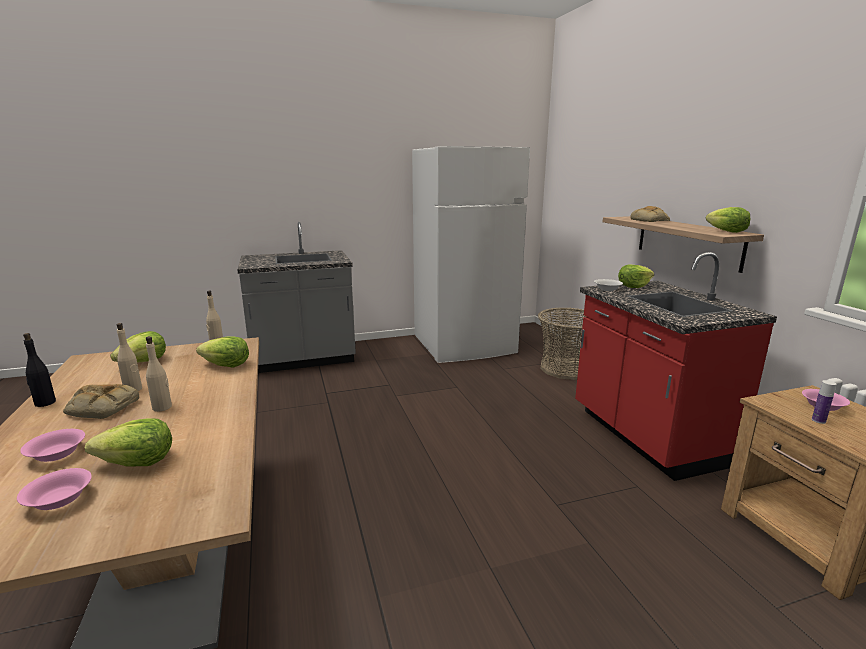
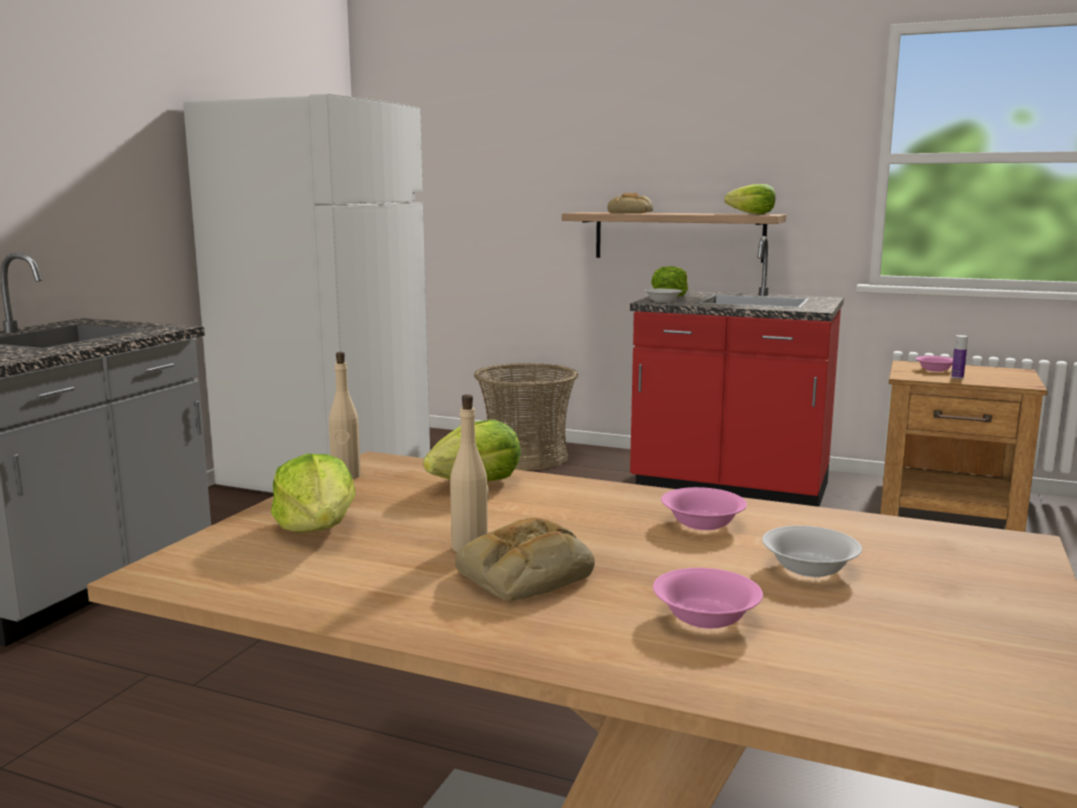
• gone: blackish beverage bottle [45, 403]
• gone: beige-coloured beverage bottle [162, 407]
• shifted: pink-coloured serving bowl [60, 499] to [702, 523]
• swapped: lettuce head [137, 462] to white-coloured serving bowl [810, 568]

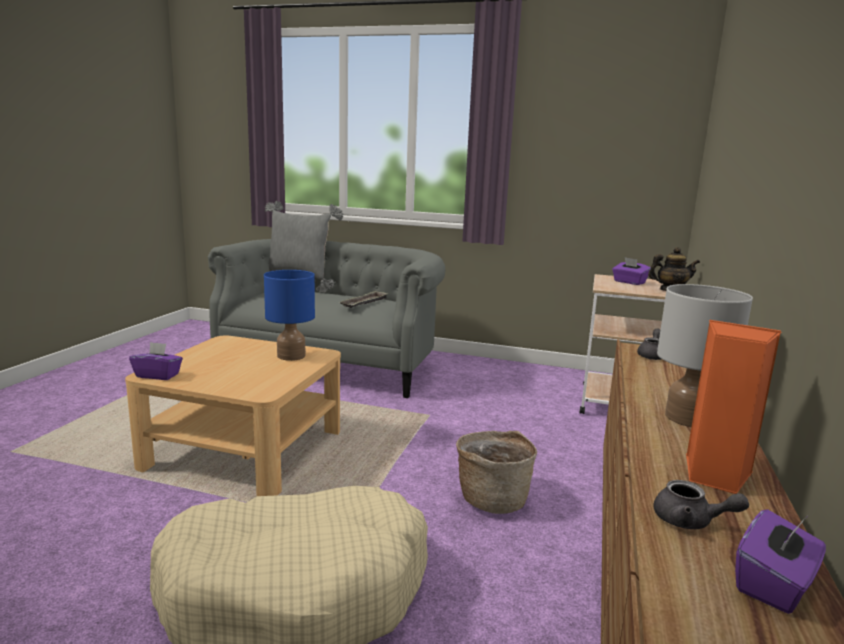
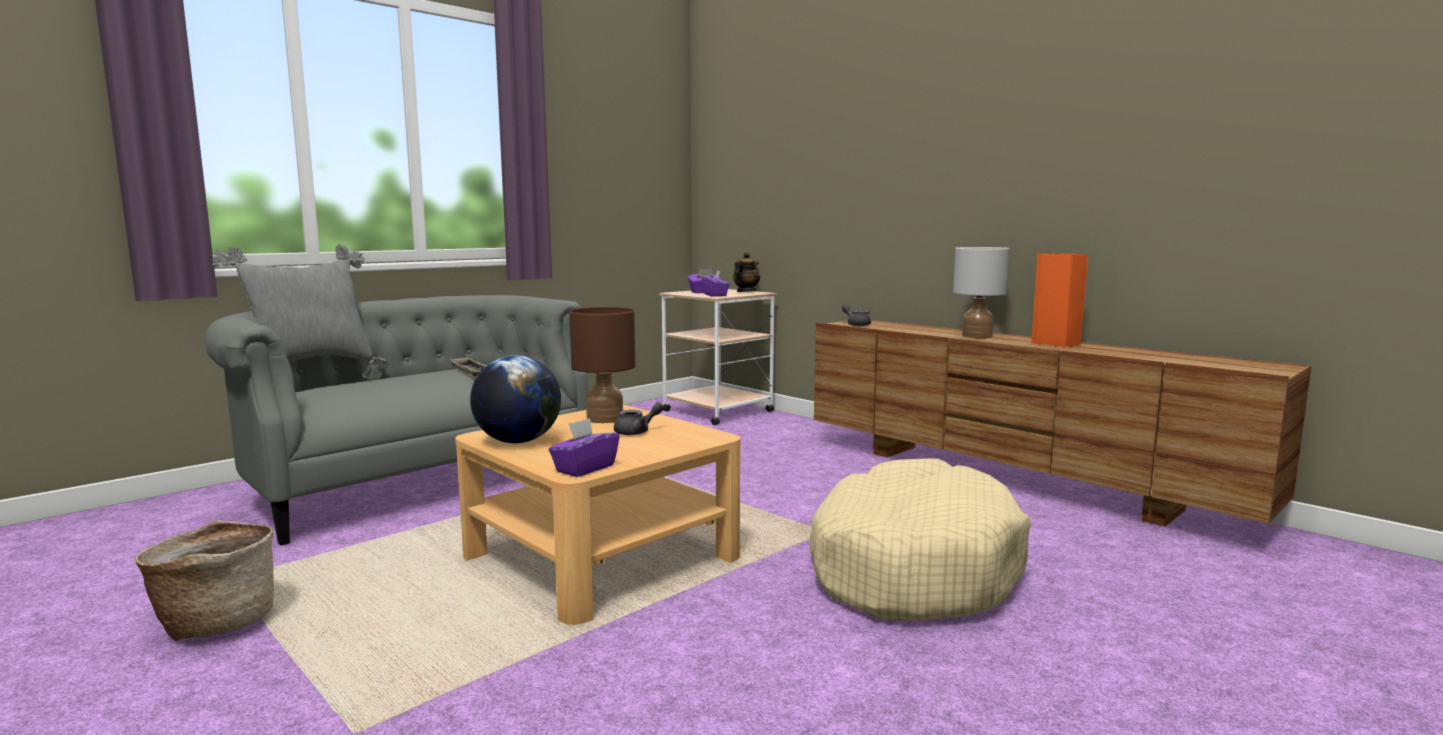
• new: globe [518, 441]
• shifted: storage basket [492, 499] to [216, 623]
• shifted: gray pot for tea [690, 521] to [637, 432]
• shifted: purple-coloured box of tissues [774, 585] to [715, 295]
• repainted: blue tabletop lamp [291, 356] to brownish tabletop lamp [605, 419]

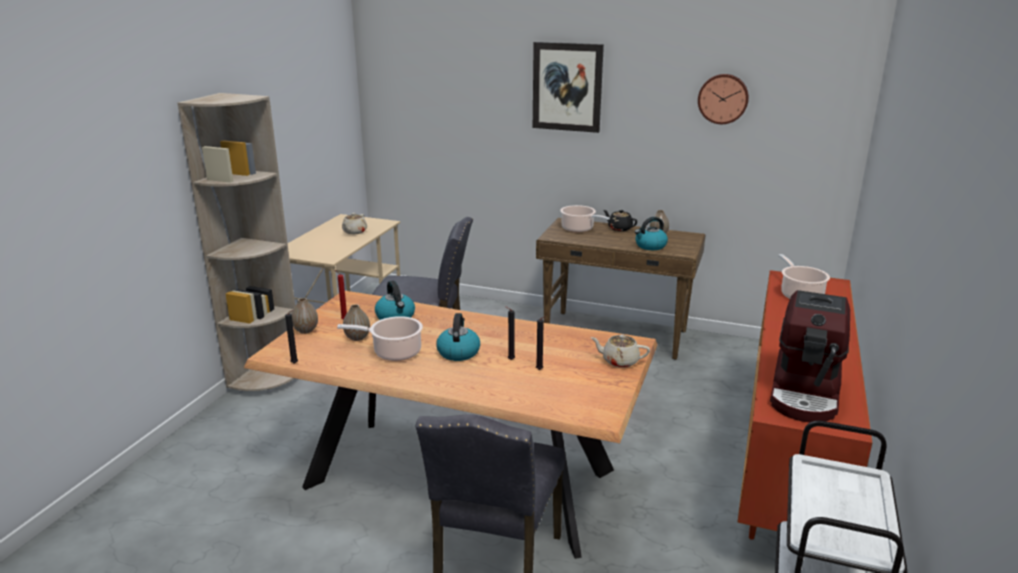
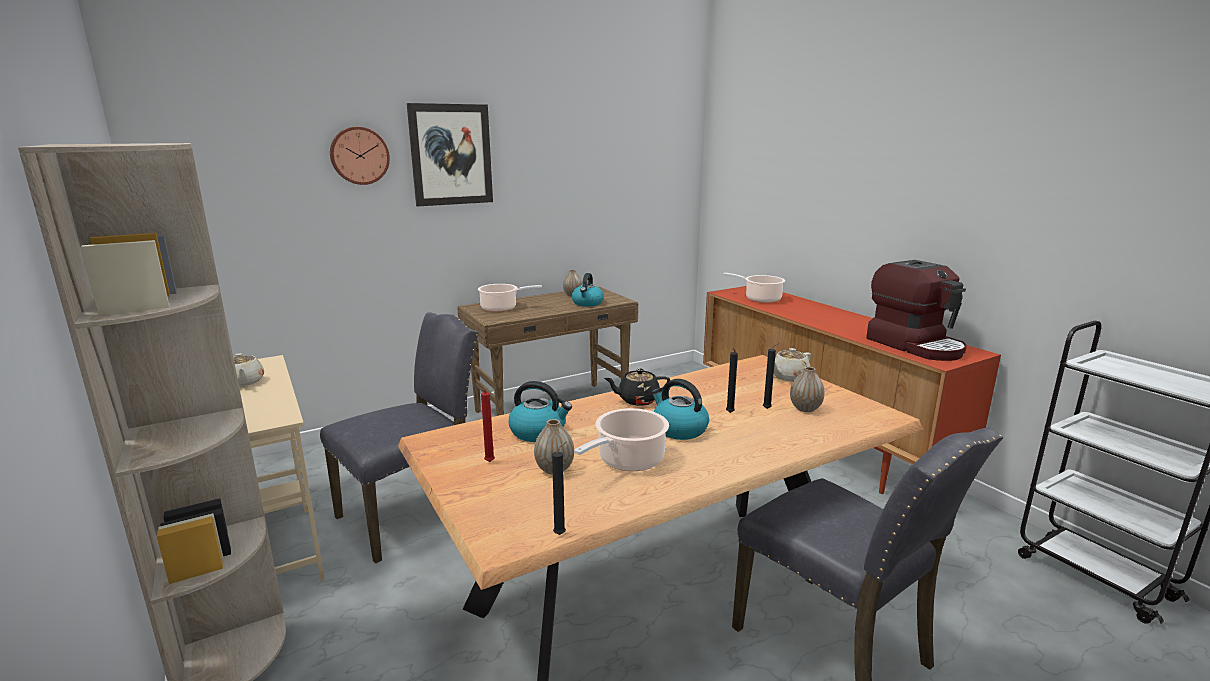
• shifted: decorative vase [306, 330] to [805, 409]
• shifted: blackish pot for tea [619, 228] to [637, 400]
• shifted: wall clock [723, 98] to [359, 155]

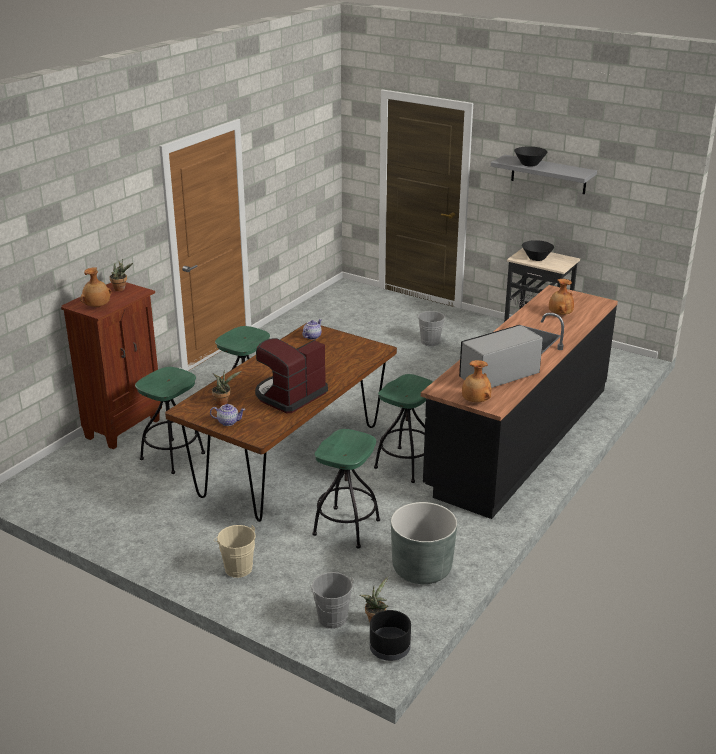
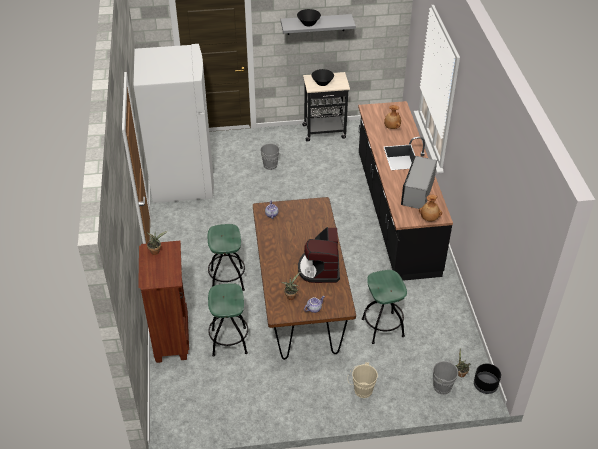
• gone: brownish decorative vase [97, 306]
• gone: greenish stool seat [405, 464]
• gone: gray flower pot [422, 568]
• new: white-coloured fridge [183, 181]

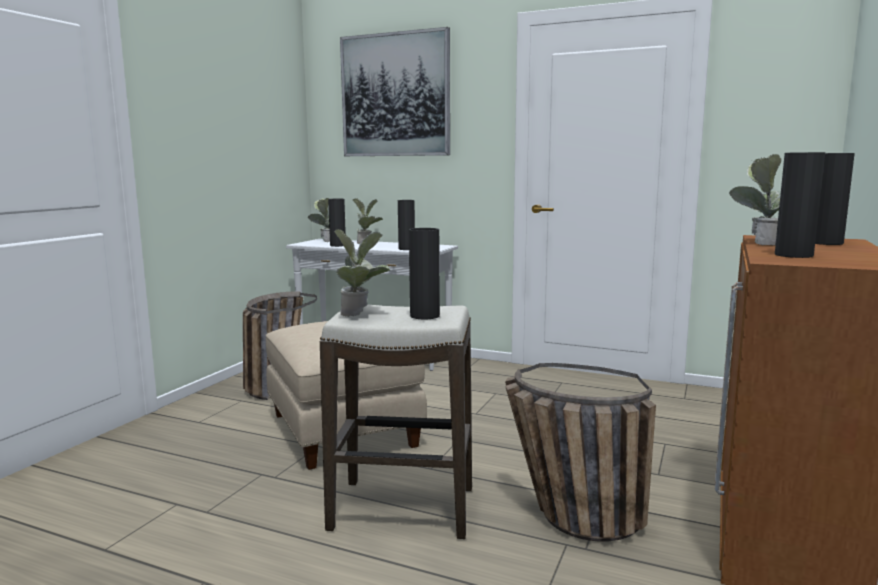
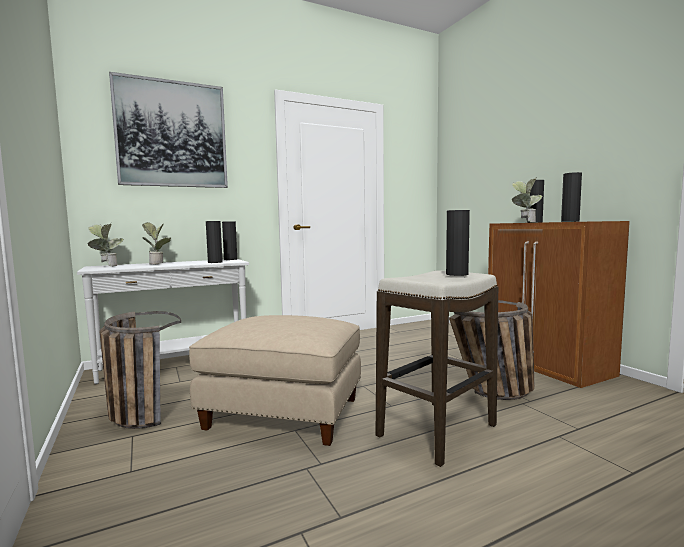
• gone: potted plant [361, 314]
• shifted: blackish decorative vase [338, 245] to [230, 259]

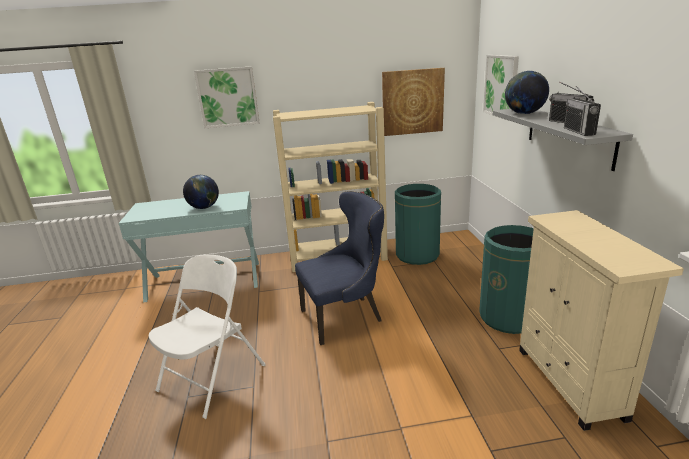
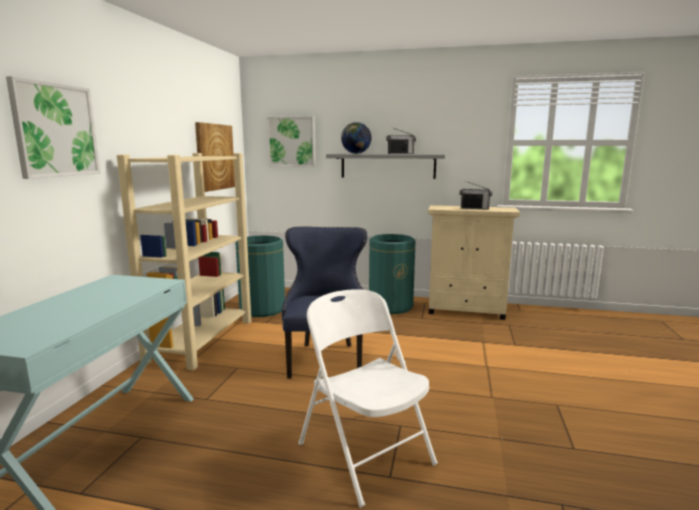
• gone: globe [204, 208]
• shifted: radio set [579, 131] to [474, 208]

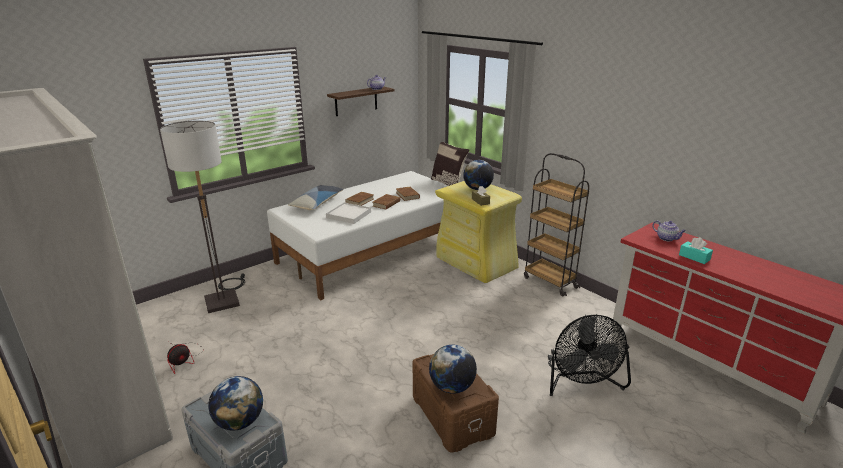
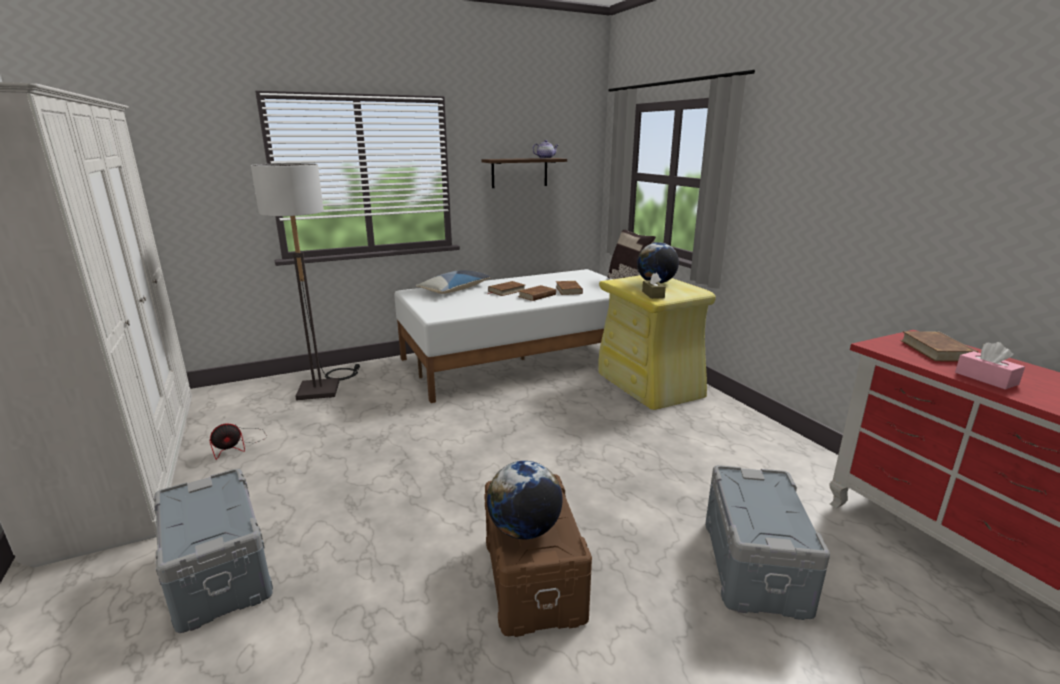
• gone: globe [240, 422]
• gone: white-coloured serving tray [348, 215]
• gone: brownish wheeled cart [550, 282]
• swapped: blackish cooling fan [578, 382] to gray storage box [755, 565]
• swapped: pot for tea [667, 238] to brownish book [936, 350]
• repainted: turquoise box of tissues [694, 257] to pink-coloured box of tissues [986, 378]

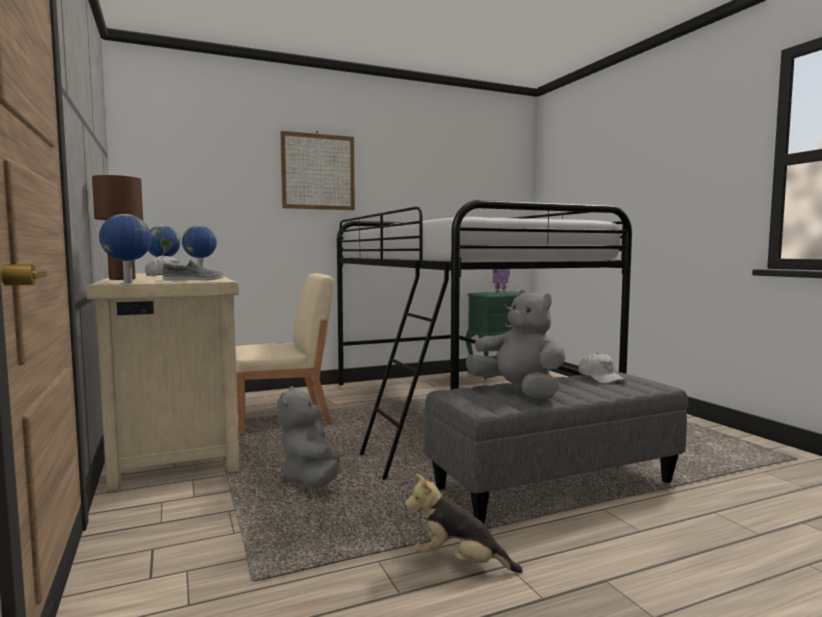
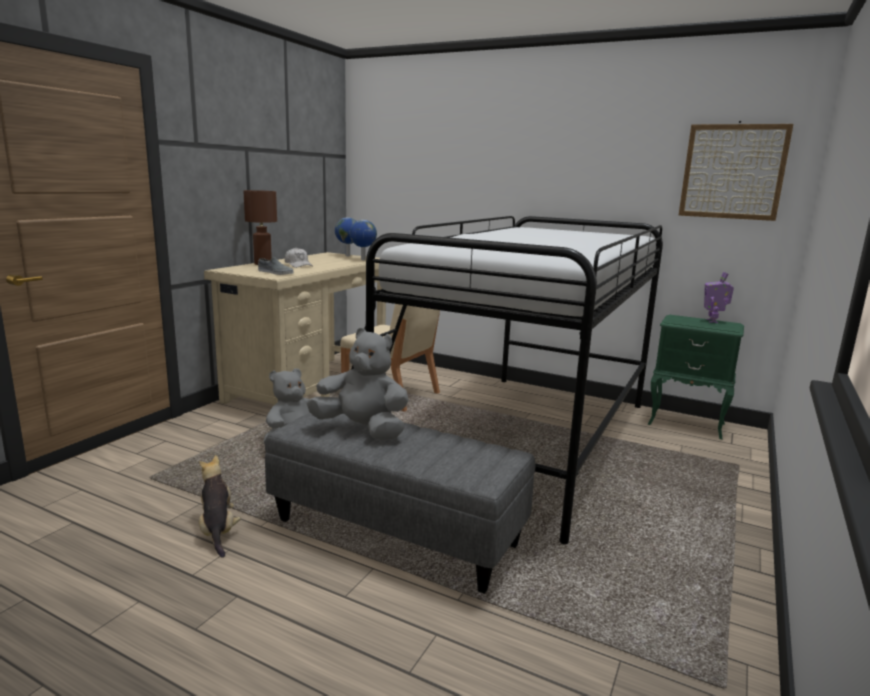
• gone: globe [128, 282]
• gone: white-coloured cap [601, 378]
• shifted: wall art [318, 170] to [733, 170]
• rotated: gray plush toy [518, 392] = [362, 430] 75 degrees counterclockwise

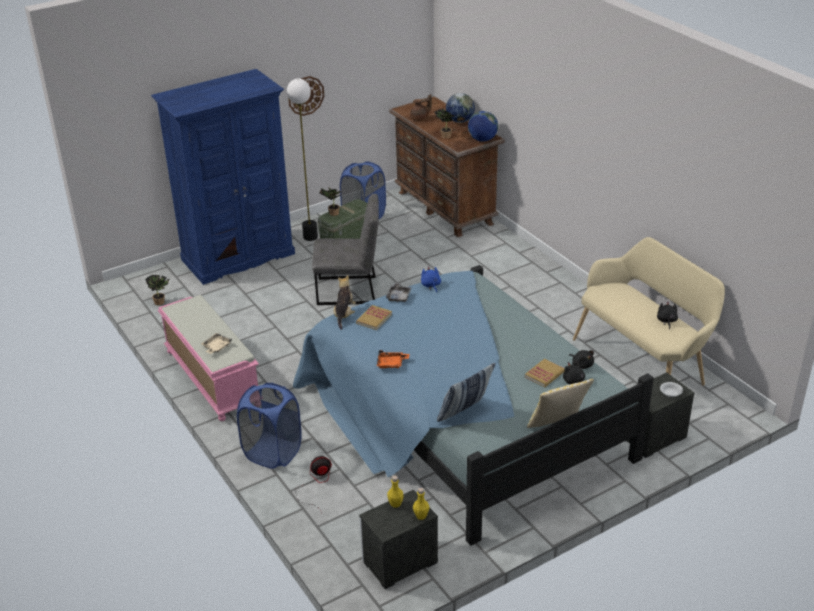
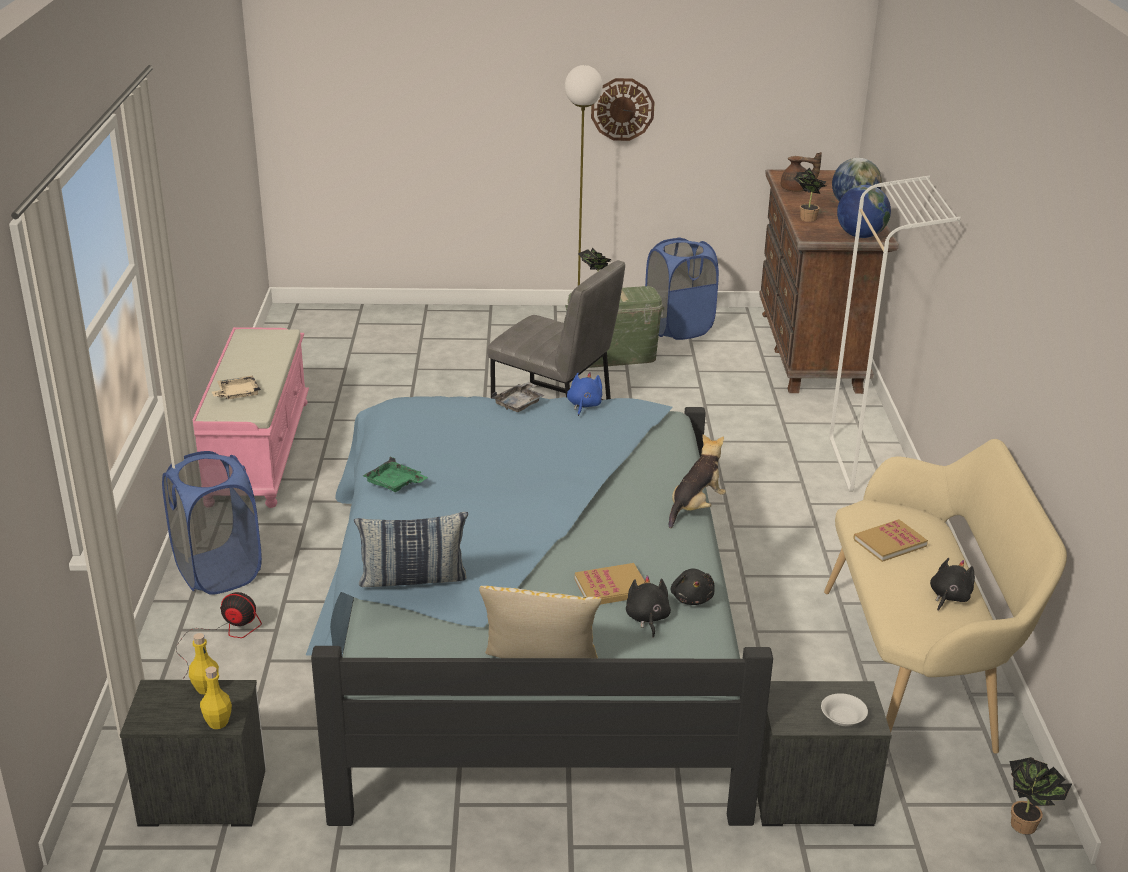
• gone: blue clothes cupboard [238, 257]
• new: white-coloured garment stand [869, 465]
• shifted: potted plant [161, 302] to [1027, 826]
• shifted: plush toy [344, 315] to [695, 507]
• shifted: book [374, 319] to [889, 543]
• repainted: orangey serving tray [391, 364] to greenish serving tray [395, 483]

